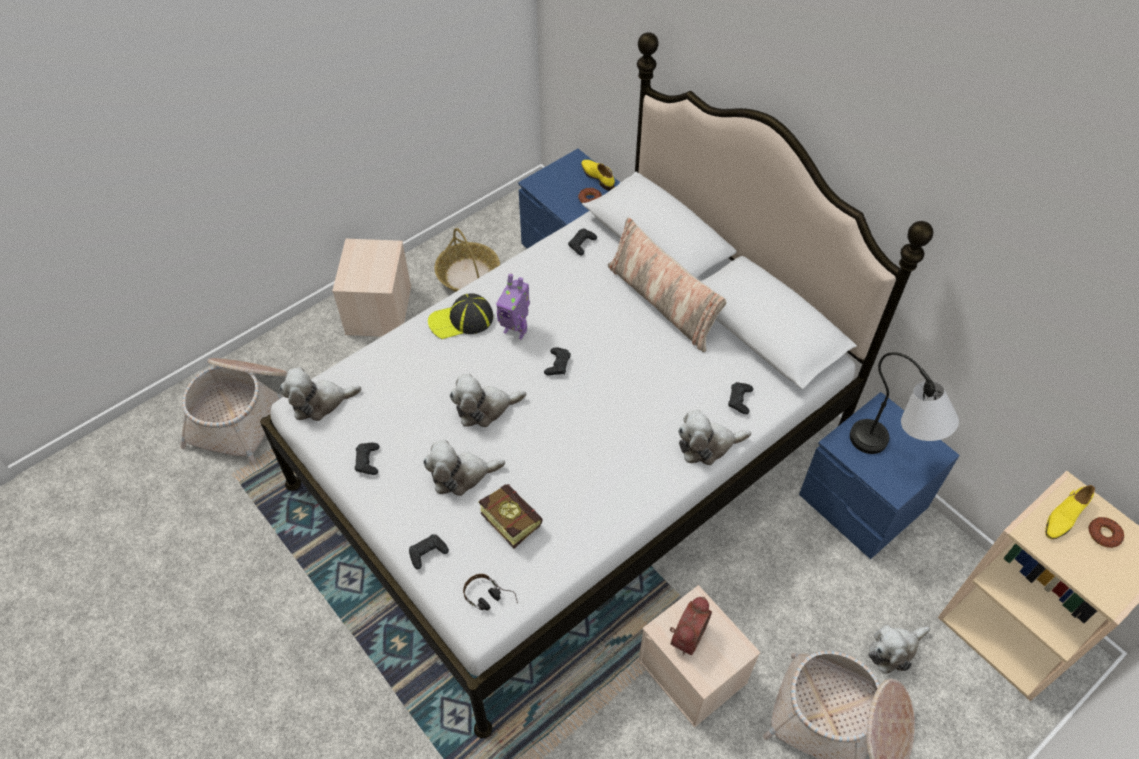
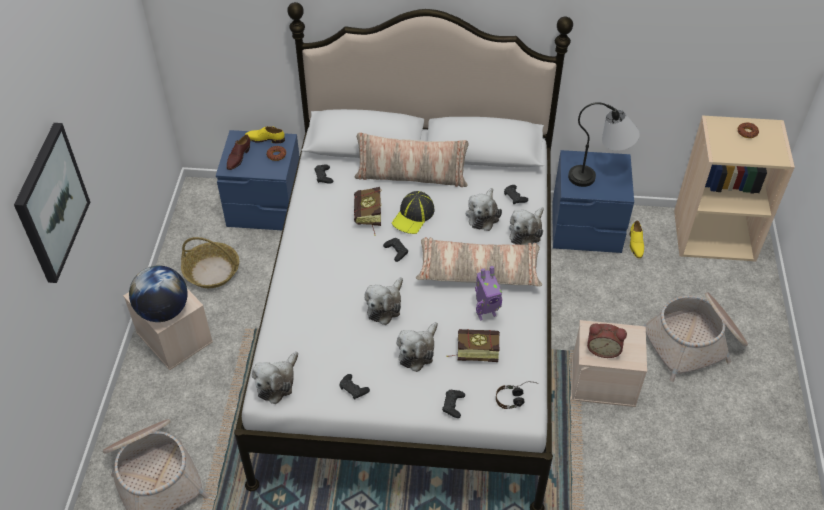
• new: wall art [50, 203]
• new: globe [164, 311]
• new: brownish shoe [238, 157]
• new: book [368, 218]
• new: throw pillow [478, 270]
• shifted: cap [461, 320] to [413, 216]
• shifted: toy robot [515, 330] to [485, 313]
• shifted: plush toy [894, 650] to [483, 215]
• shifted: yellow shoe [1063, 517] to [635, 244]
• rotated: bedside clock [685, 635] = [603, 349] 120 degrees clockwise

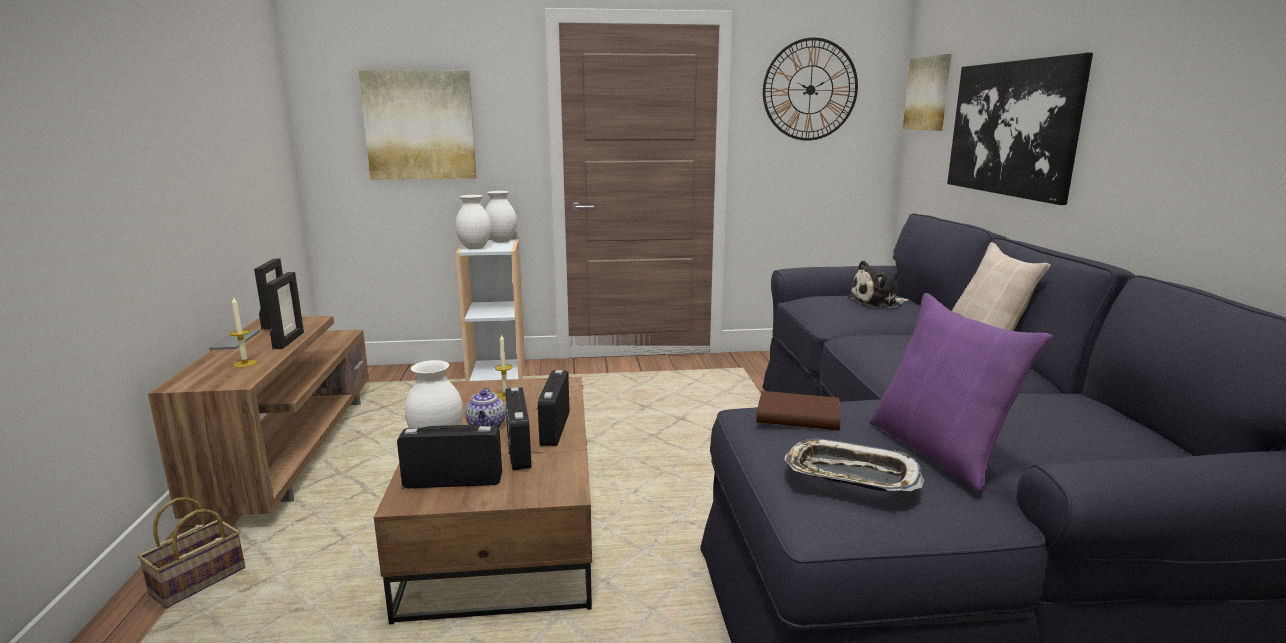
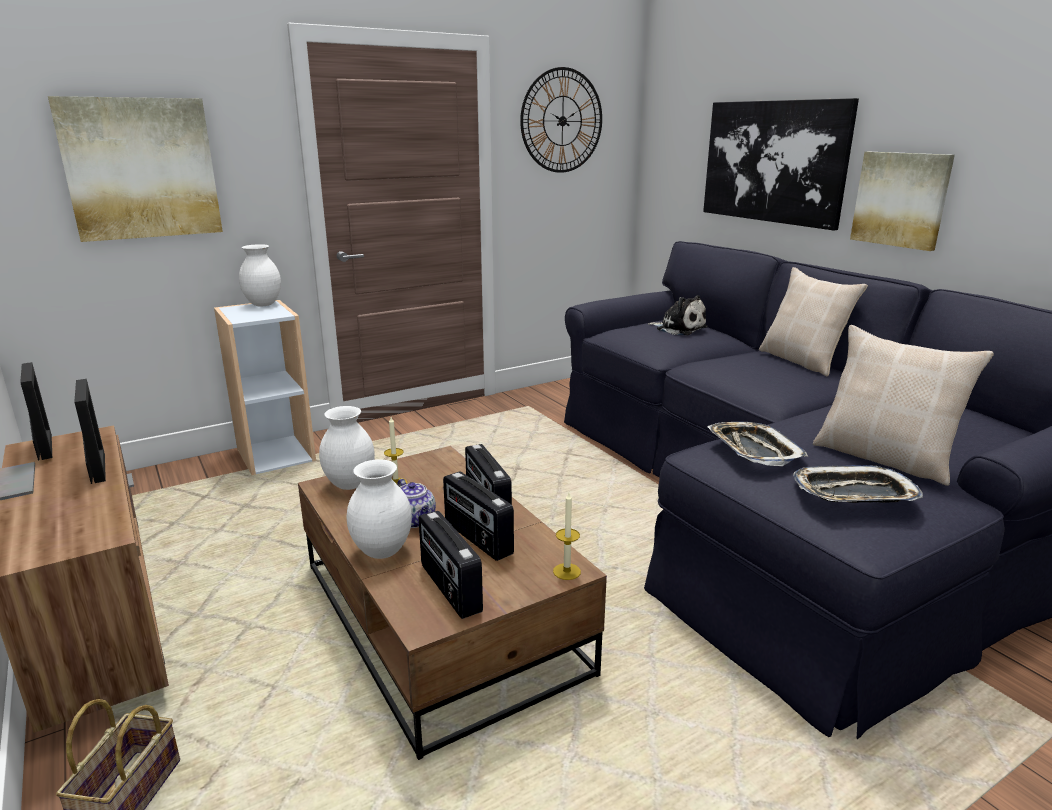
• shifted: wax light [245, 364] to [566, 571]
• shifted: white-coloured decorative vase [475, 248] to [351, 484]
• shifted: wall art [928, 93] to [901, 199]
• swapped: brownish book [798, 416] to serving tray [753, 449]
• repainted: purple-coloured throw pillow [940, 451] to beige-coloured throw pillow [884, 458]
• rotated: radio set [453, 481] = [449, 588] 90 degrees counterclockwise
• rotated: plush toy [877, 302] = [679, 329] 105 degrees counterclockwise

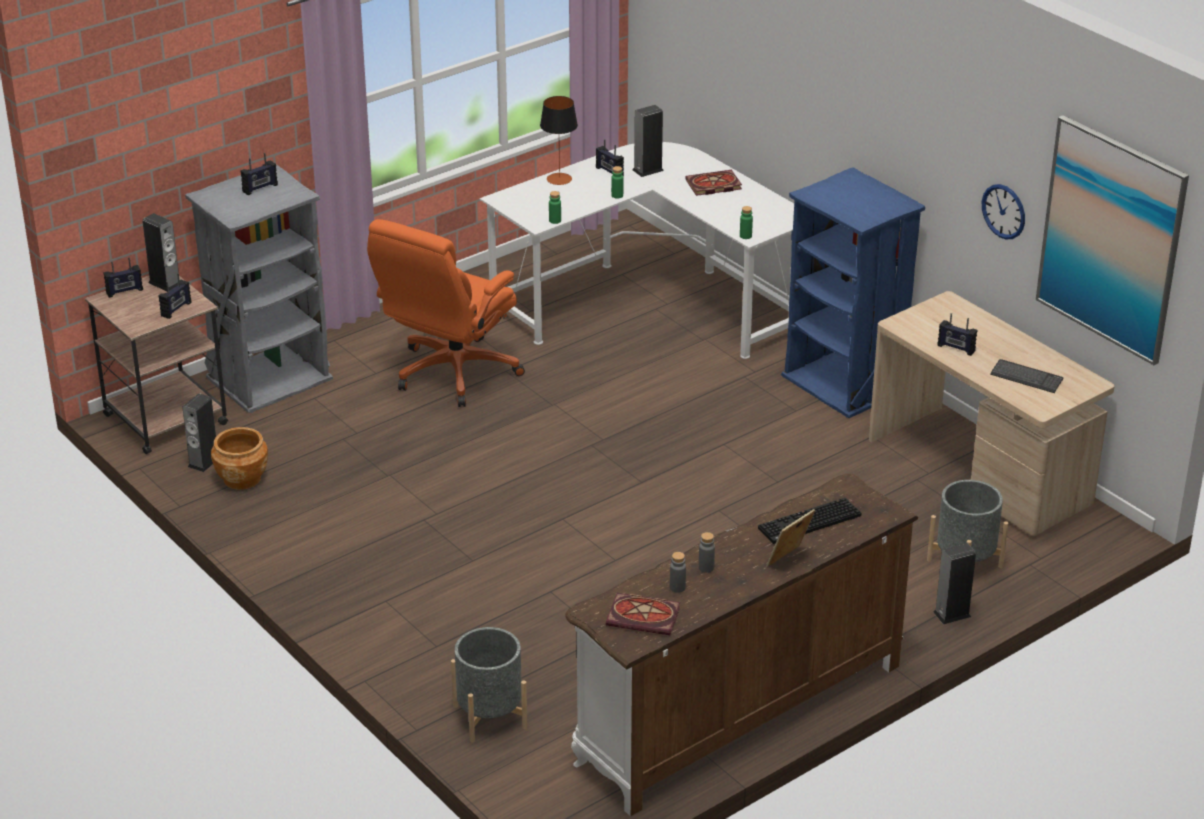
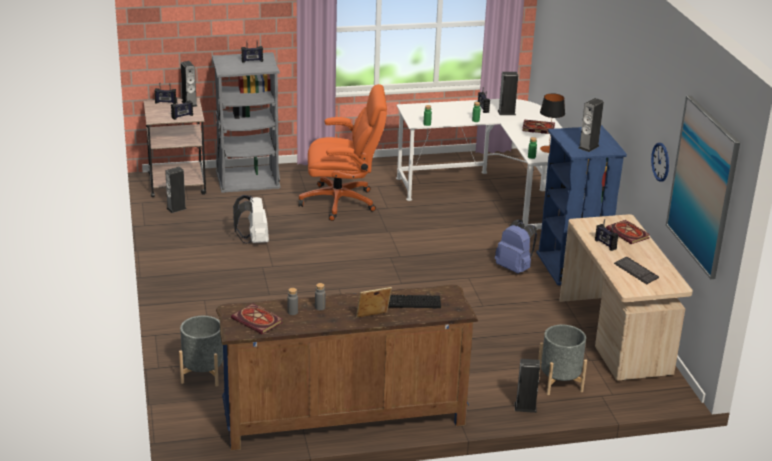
• gone: brownish flower pot [242, 478]
• new: white-coloured backpack [253, 240]
• new: blue backpack [515, 268]
• new: audio speaker [588, 147]
• new: book [629, 234]
• shifted: tabletop lamp [559, 179] to [548, 149]
• repainted: white-coloured storage cabinet [737, 712] to blue storage cabinet [343, 417]
• rotated: orangey desk chair [449, 376] = [344, 203] 150 degrees counterclockwise

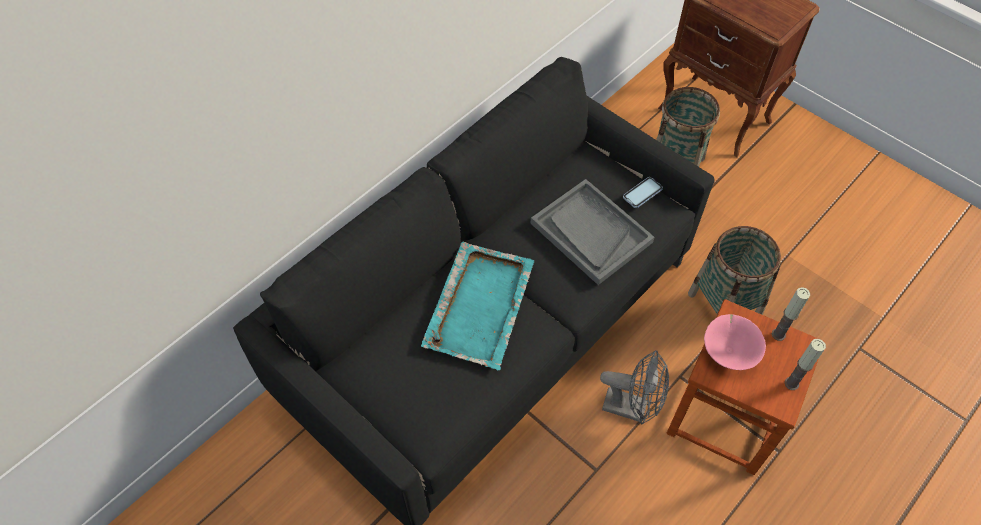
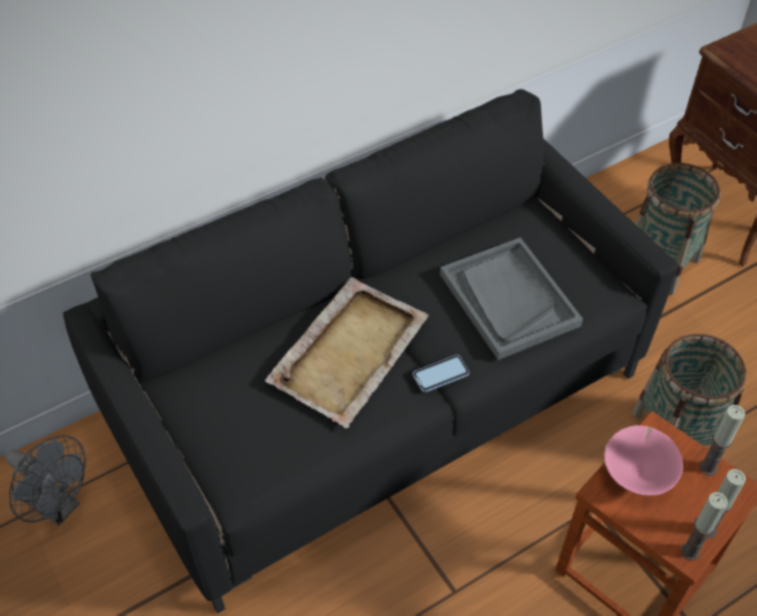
• new: wax light [689, 551]
• shifted: gray cooling fan [632, 408] to [59, 506]
• shifted: telephone [642, 193] to [441, 374]
• repainted: turquoise serving tray [480, 305] to beige-coloured serving tray [350, 352]

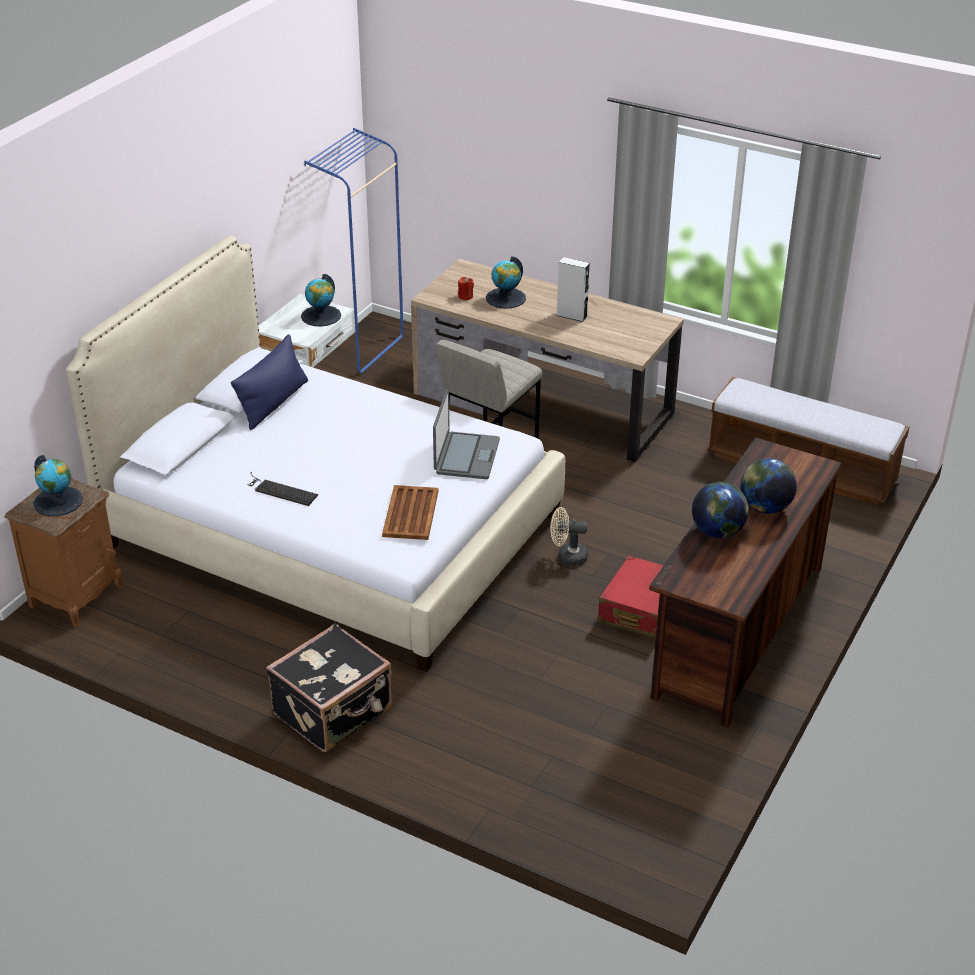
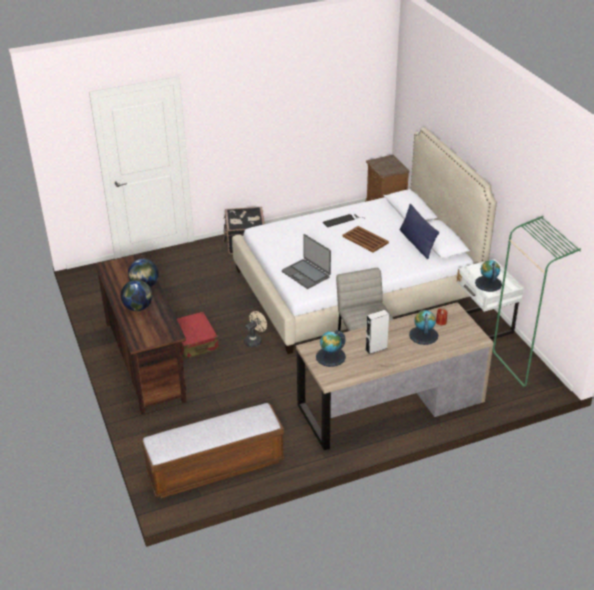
• shifted: globe [58, 501] to [330, 357]
• shifted: brownish serving tray [411, 513] to [365, 240]
• repainted: blue garment stand [362, 349] to greenish garment stand [522, 365]

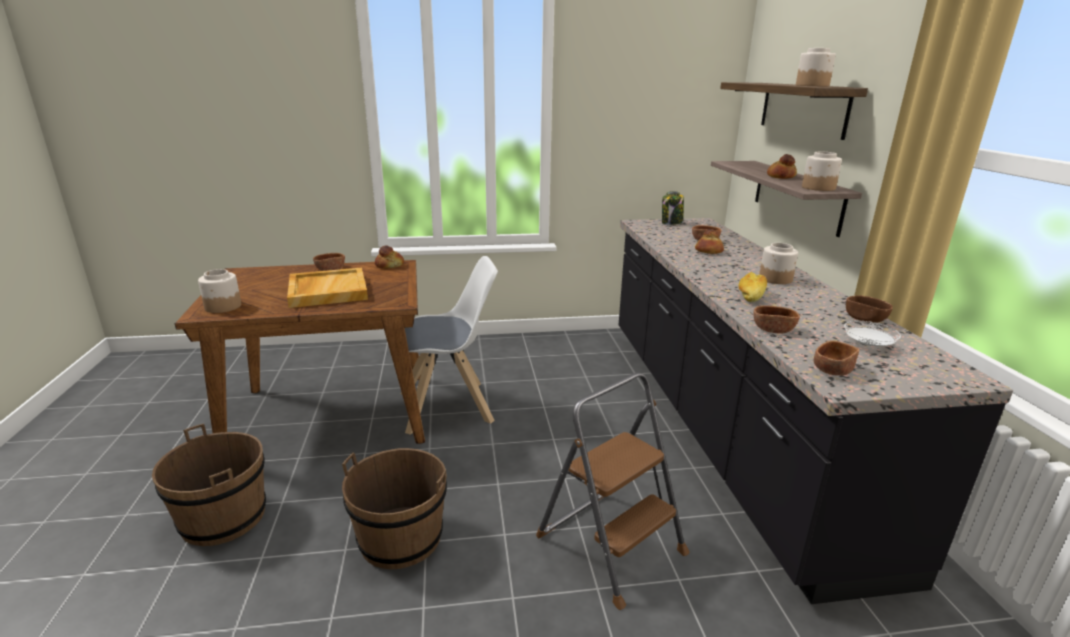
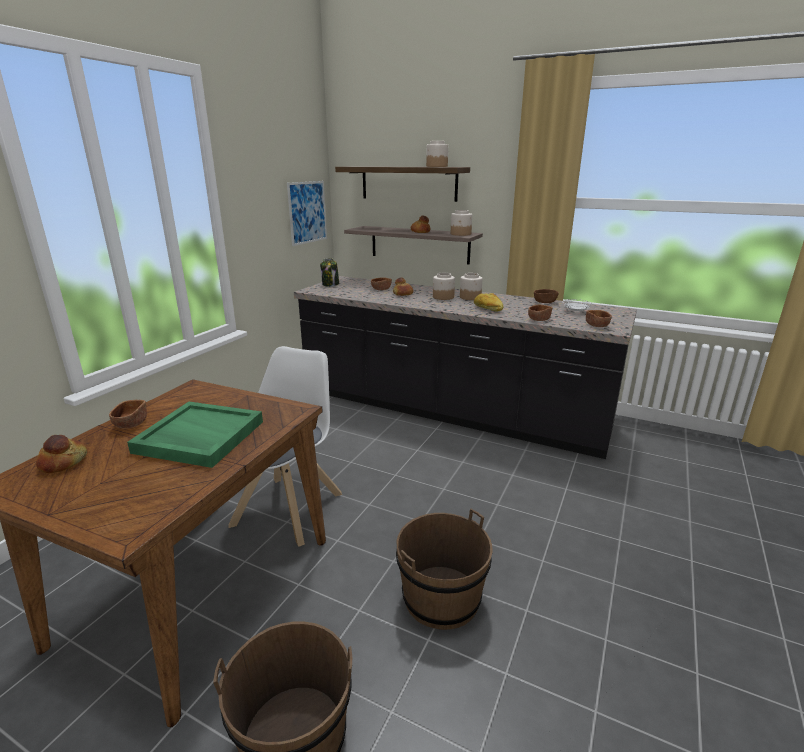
• gone: brownish step ladder [607, 540]
• new: wall art [307, 212]
• shifted: preserve jar [222, 306] to [443, 297]
• shifted: bread [390, 265] to [64, 462]
• repainted: beige-coloured serving tray [327, 290] to greenish serving tray [198, 437]

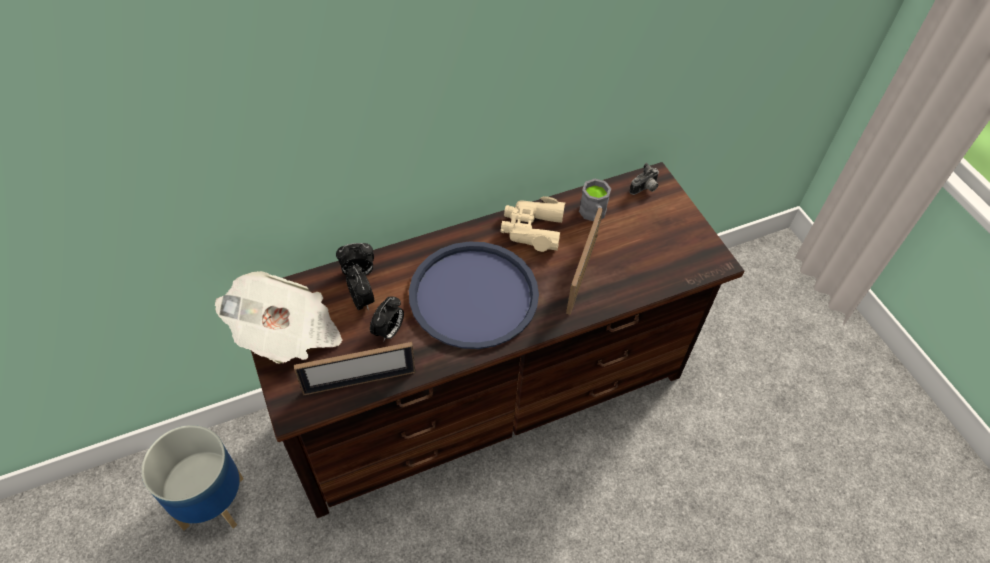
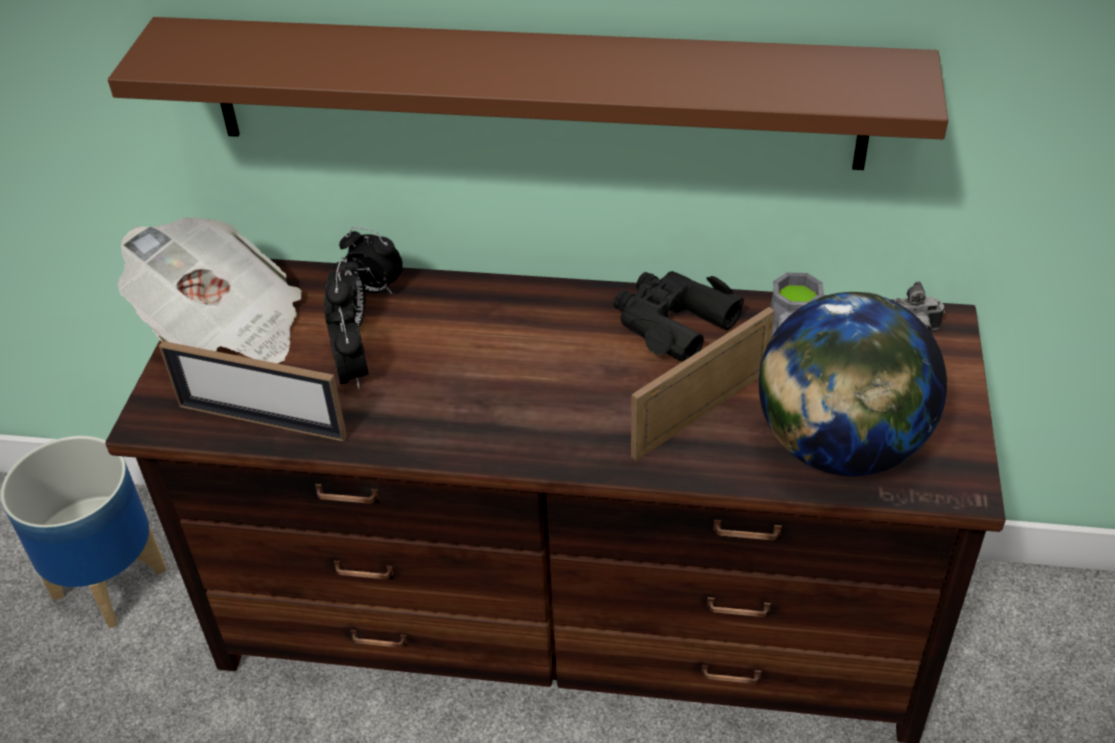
• gone: blue serving tray [473, 296]
• new: brownish wall shelf [534, 93]
• new: globe [839, 447]
• repainted: beige-coloured field glasses [532, 229] to blackish field glasses [672, 323]
• rotated: bedside clock [389, 331] = [353, 376] 75 degrees counterclockwise

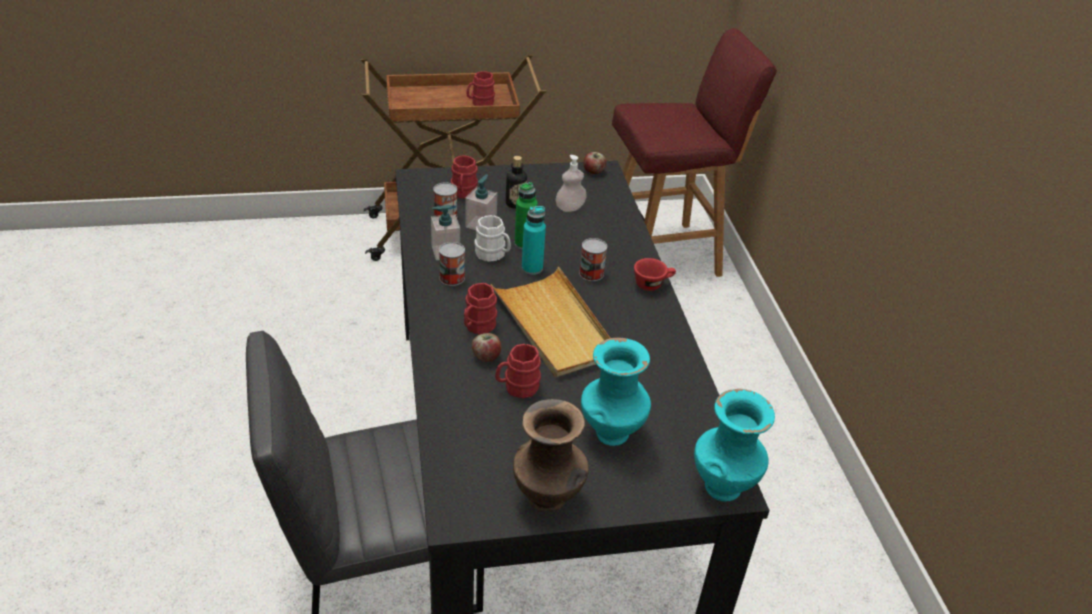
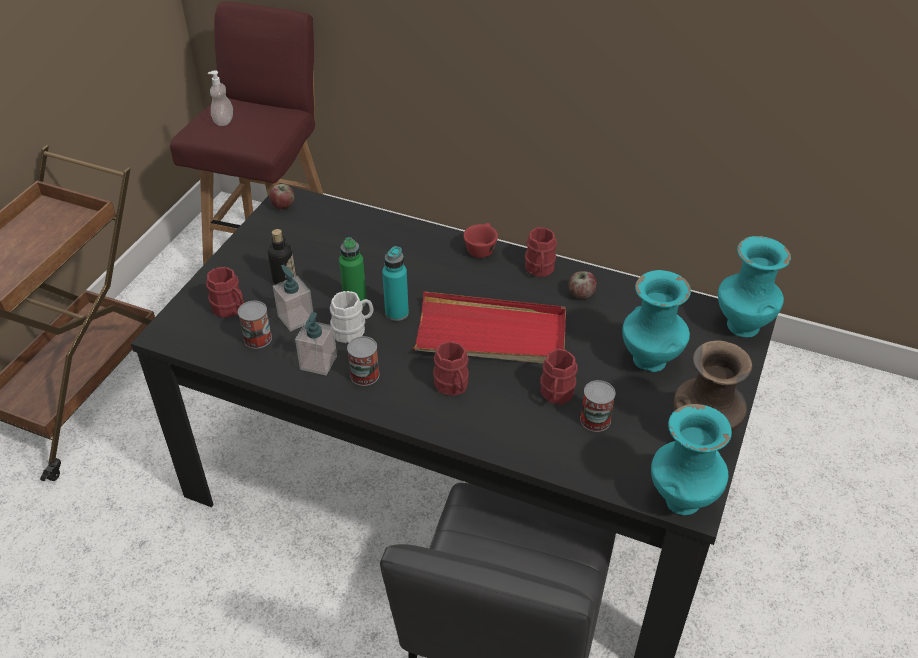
• new: turquoise decorative vase [681, 501]
• shifted: red-coloured mug [480, 103] to [539, 270]
• shifted: apple fruit [486, 356] to [581, 294]
• shifted: soap dispenser [570, 207] to [223, 121]
• shifted: sealed can [591, 273] to [595, 420]
• repainted: beige-coloured serving tray [554, 326] to red-coloured serving tray [491, 334]

